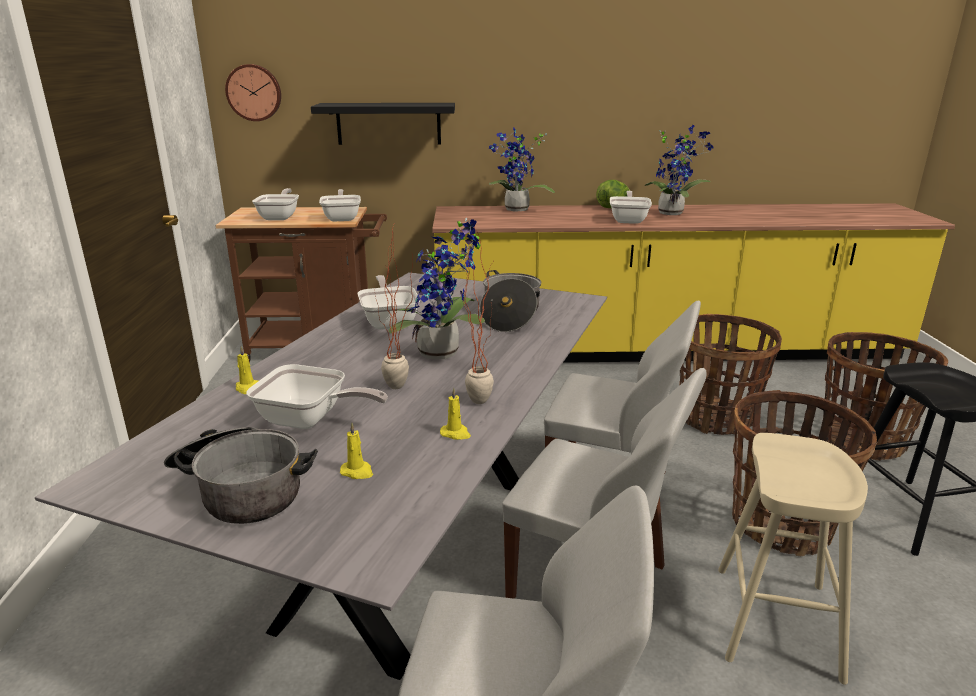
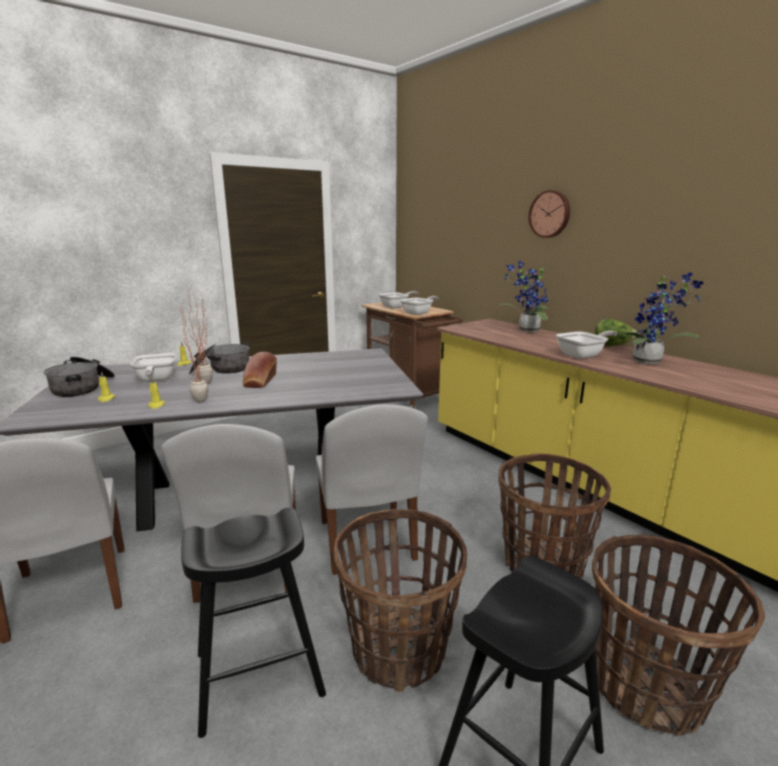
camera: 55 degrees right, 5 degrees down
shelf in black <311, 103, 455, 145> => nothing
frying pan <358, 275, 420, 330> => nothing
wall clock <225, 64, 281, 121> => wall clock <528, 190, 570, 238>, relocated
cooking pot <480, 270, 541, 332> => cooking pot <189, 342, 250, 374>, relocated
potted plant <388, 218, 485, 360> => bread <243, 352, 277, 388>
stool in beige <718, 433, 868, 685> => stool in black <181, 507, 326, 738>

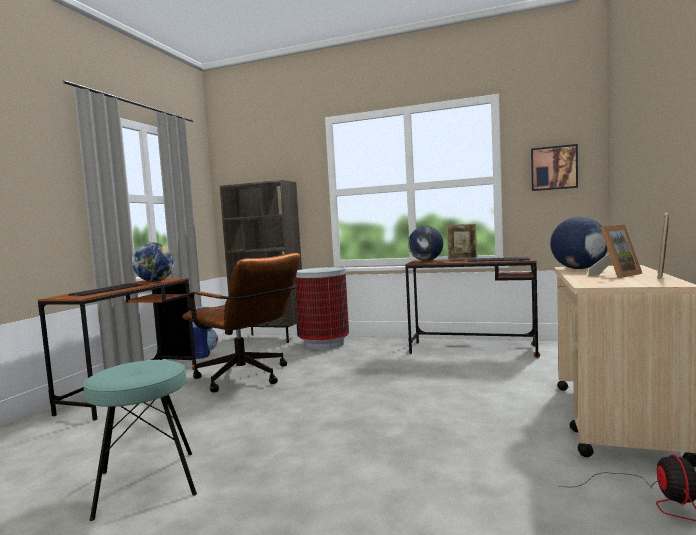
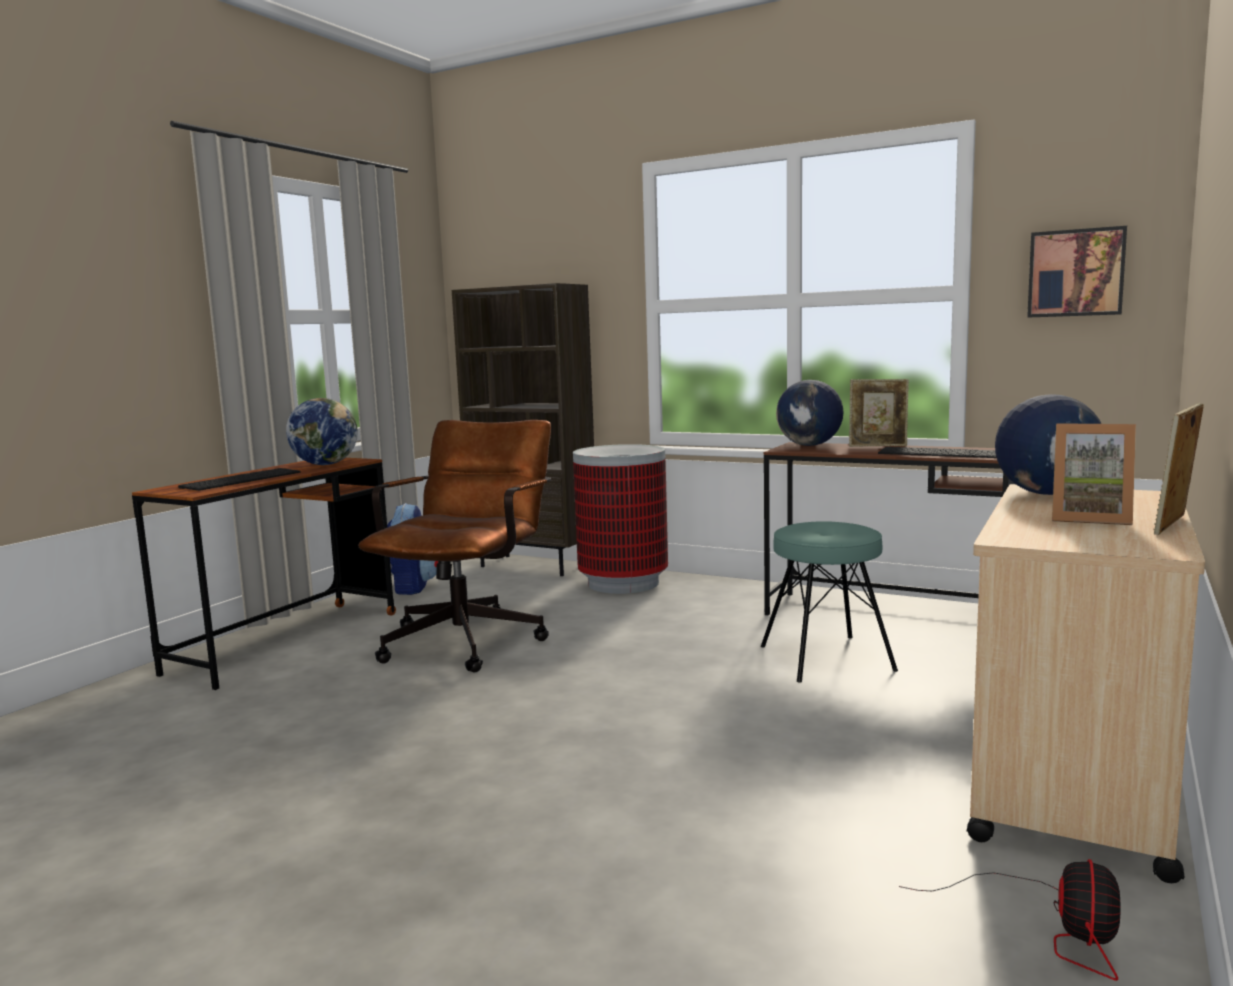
camera: 10 degrees right, 5 degrees up
stool in turquoise <83, 360, 197, 521> => stool in turquoise <761, 521, 898, 683>, relocated
office chair in brown <182, 253, 300, 393> => office chair in brown <358, 420, 551, 672>, 120 degrees counterclockwise
picture frame <588, 225, 643, 278> => picture frame <1052, 423, 1136, 525>, 45 degrees clockwise

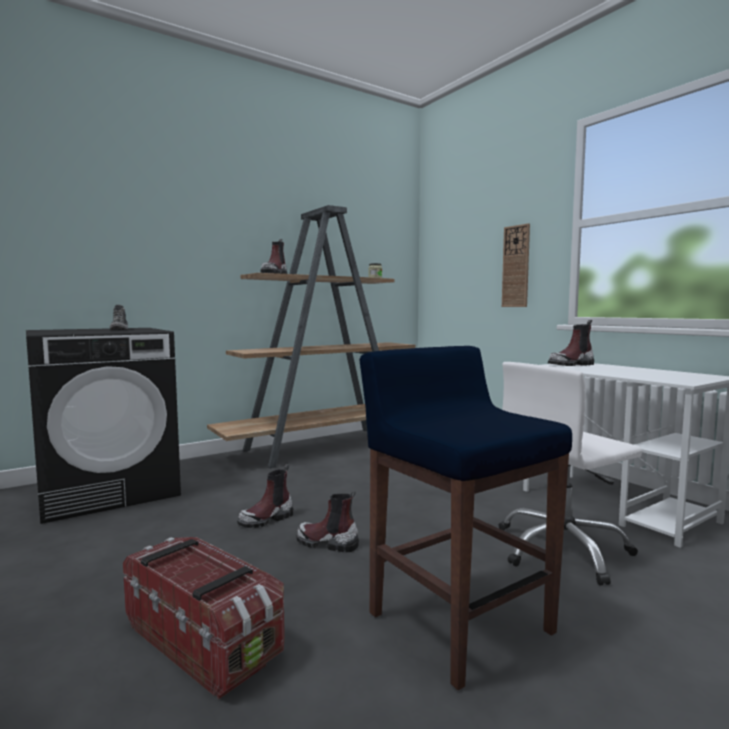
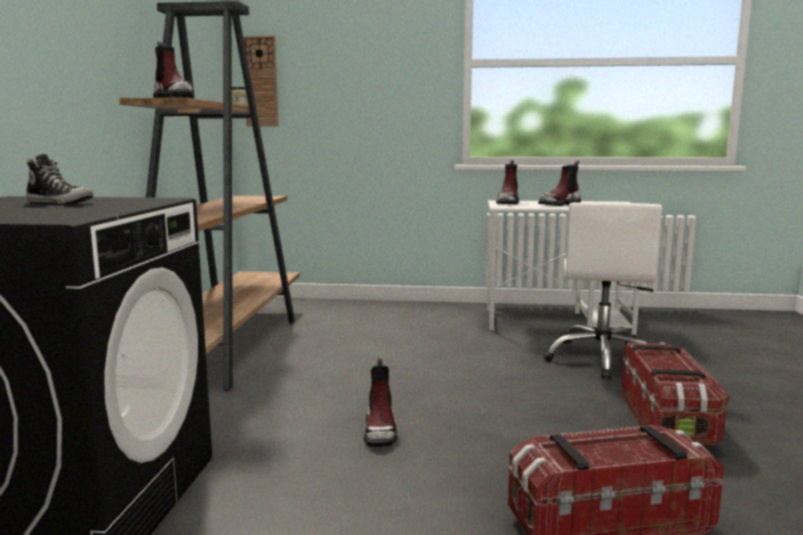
camera: 50 degrees left, 5 degrees up
boot <296, 491, 359, 552> => boot <538, 161, 581, 206>, relocated
wall clock <502, 223, 530, 307> => wall clock <243, 36, 278, 127>, relocated
stool in blue <360, 346, 572, 690> => storage box <621, 342, 730, 448>

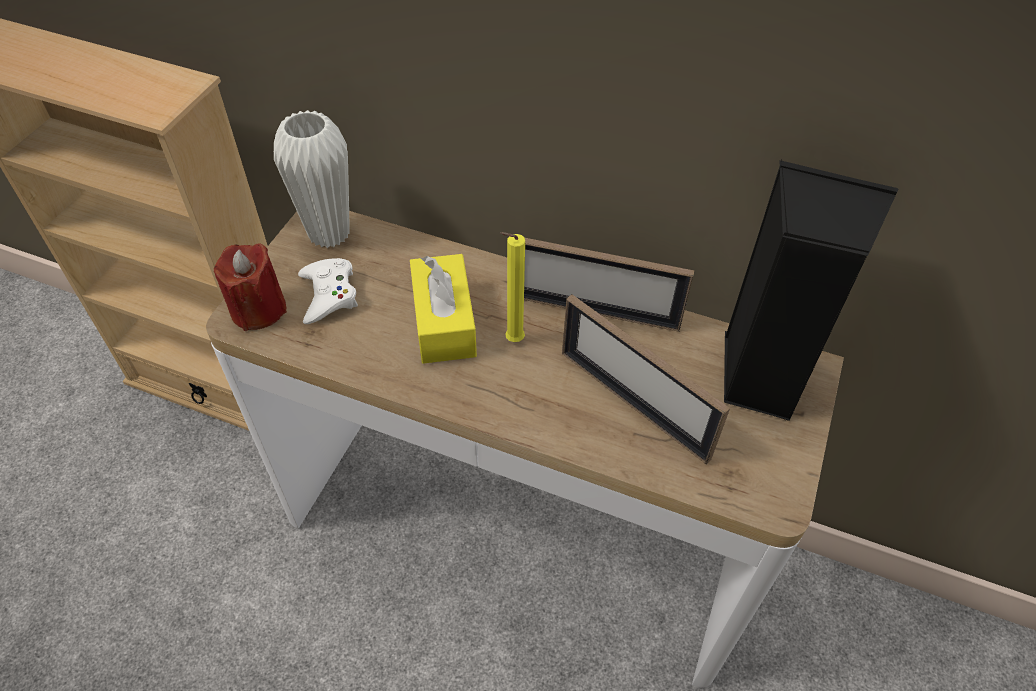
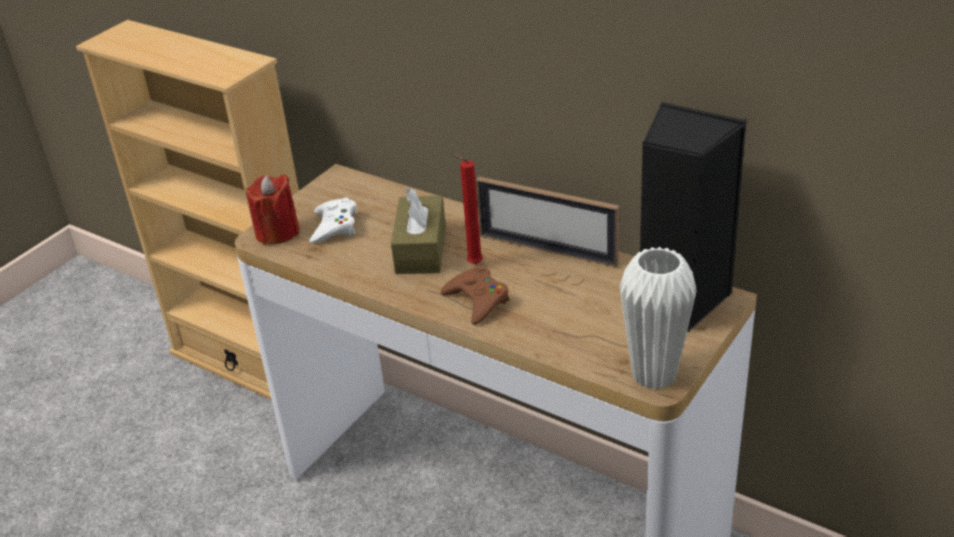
camera: 15 degrees right, 15 degrees down
picture frame <562, 294, 730, 464> => nothing
nothing => game controller in brown <440, 266, 509, 325>
vase in white <274, 110, 350, 248> => vase in white <620, 247, 697, 390>, relocated
tissue box in yellow <410, 254, 477, 364> => tissue box in brown <391, 188, 446, 274>
candle in yellow <500, 232, 525, 342> => candle in red <452, 154, 483, 264>

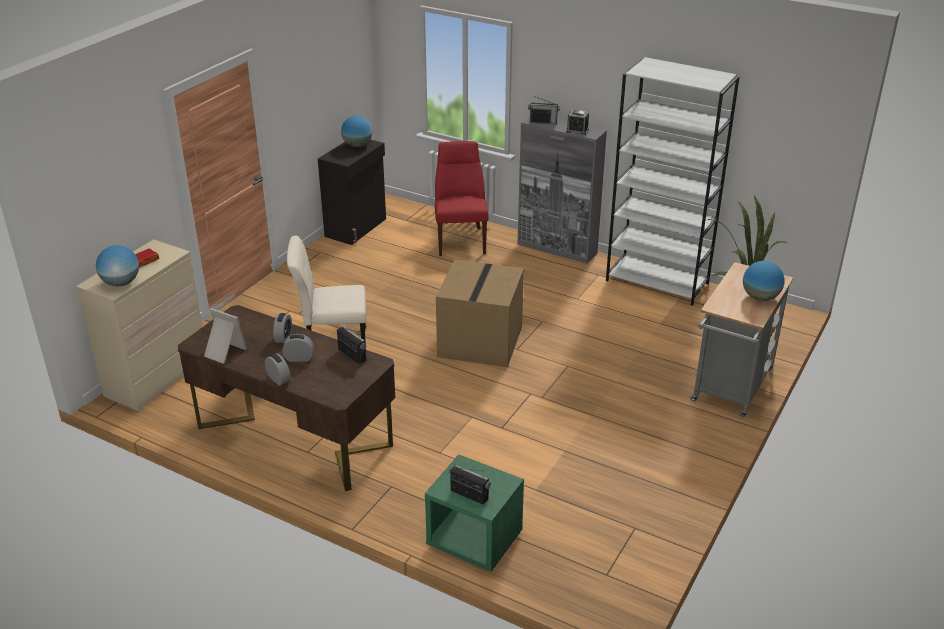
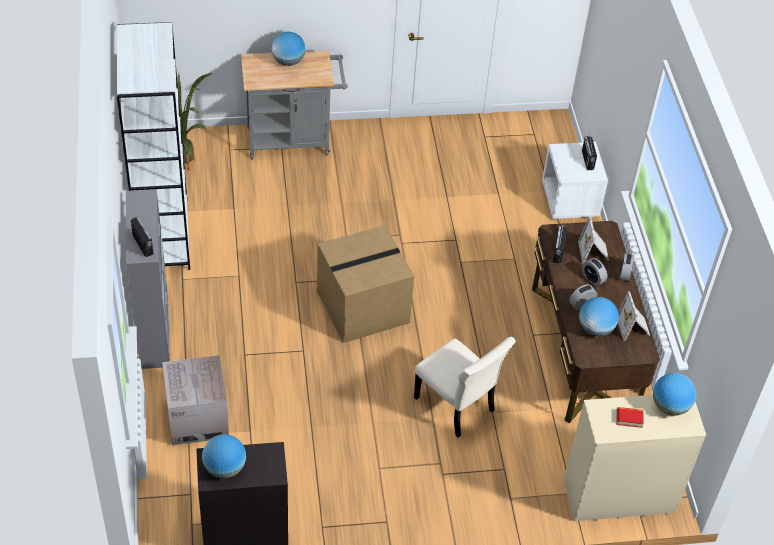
camera: 130 degrees left, 15 degrees up
alarm clock <566, 110, 589, 135> => nothing
nothing => picture frame <578, 216, 609, 264>
nothing => globe <579, 297, 619, 336>
chair in red <435, 141, 489, 256> => cardboard box <162, 355, 229, 446>
nightstand in green <425, 454, 524, 572> => nightstand in white <542, 142, 608, 219>

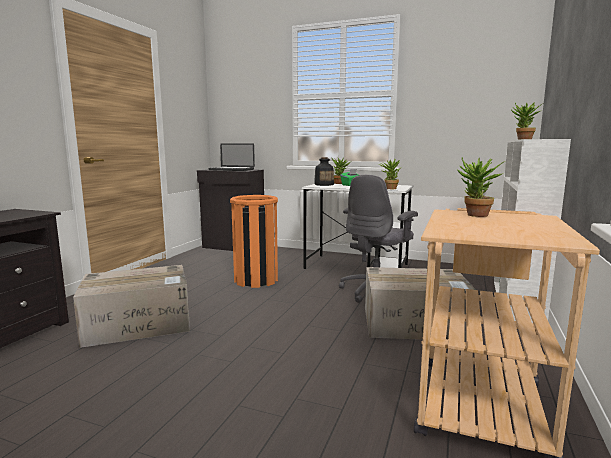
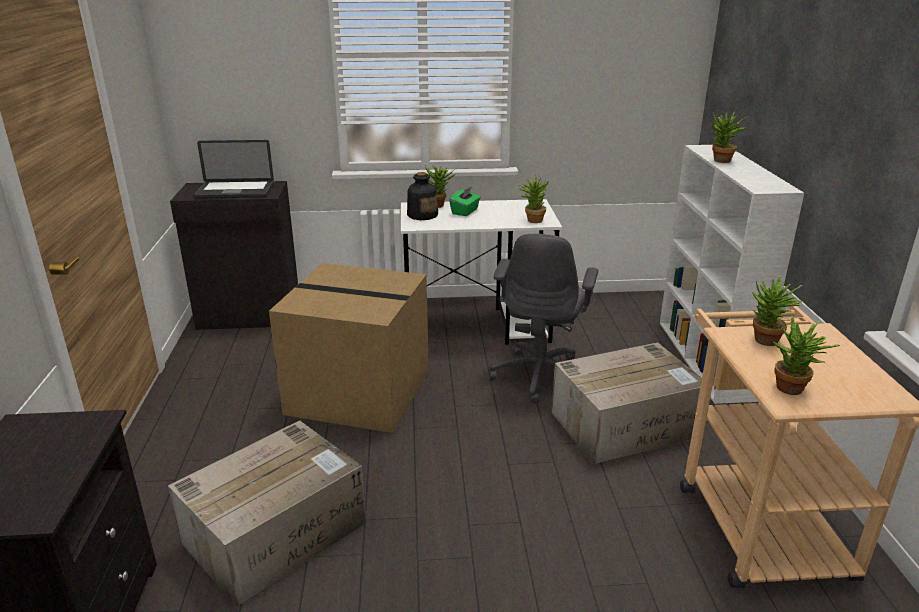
camera: 25 degrees left, 15 degrees up
nothing => potted plant <772, 316, 840, 395>
trash can in orange <230, 195, 278, 288> => cardboard box <269, 263, 429, 433>

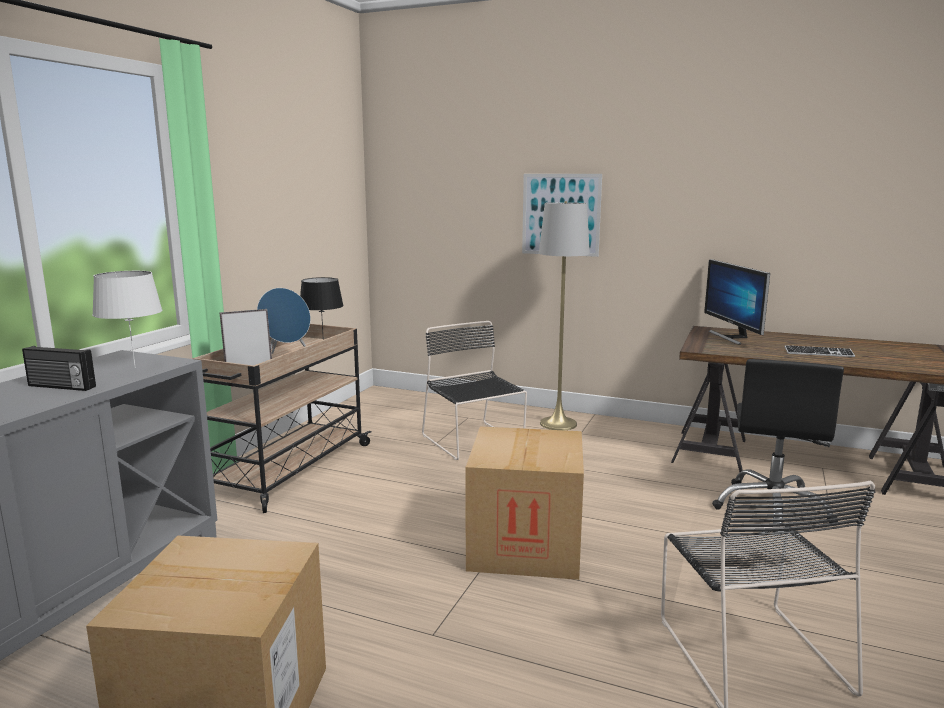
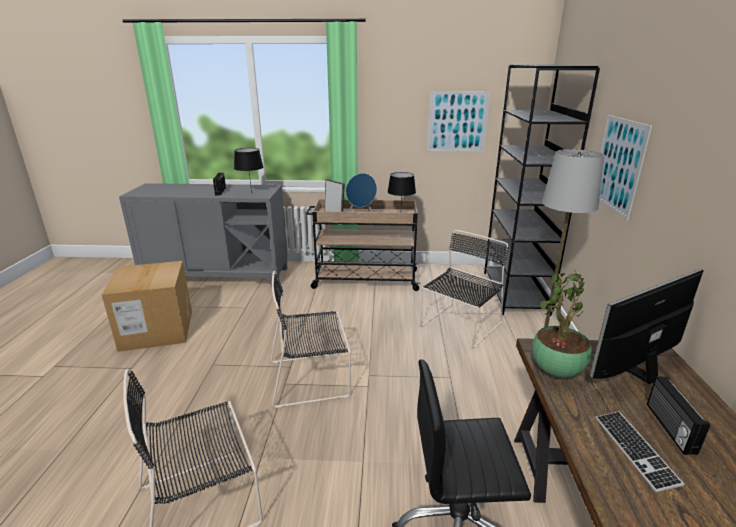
camera: 70 degrees right, 10 degrees up
nothing => picture <427, 91, 490, 152>
nothing => bookcase in black <484, 65, 600, 316>
nothing => potted plant <532, 270, 592, 378>
nothing => radio <647, 376, 710, 455>
cardboard box <465, 427, 584, 580> => chair in black <270, 271, 351, 408>
table lamp in white <92, 271, 163, 368> => table lamp in black <234, 148, 263, 193>

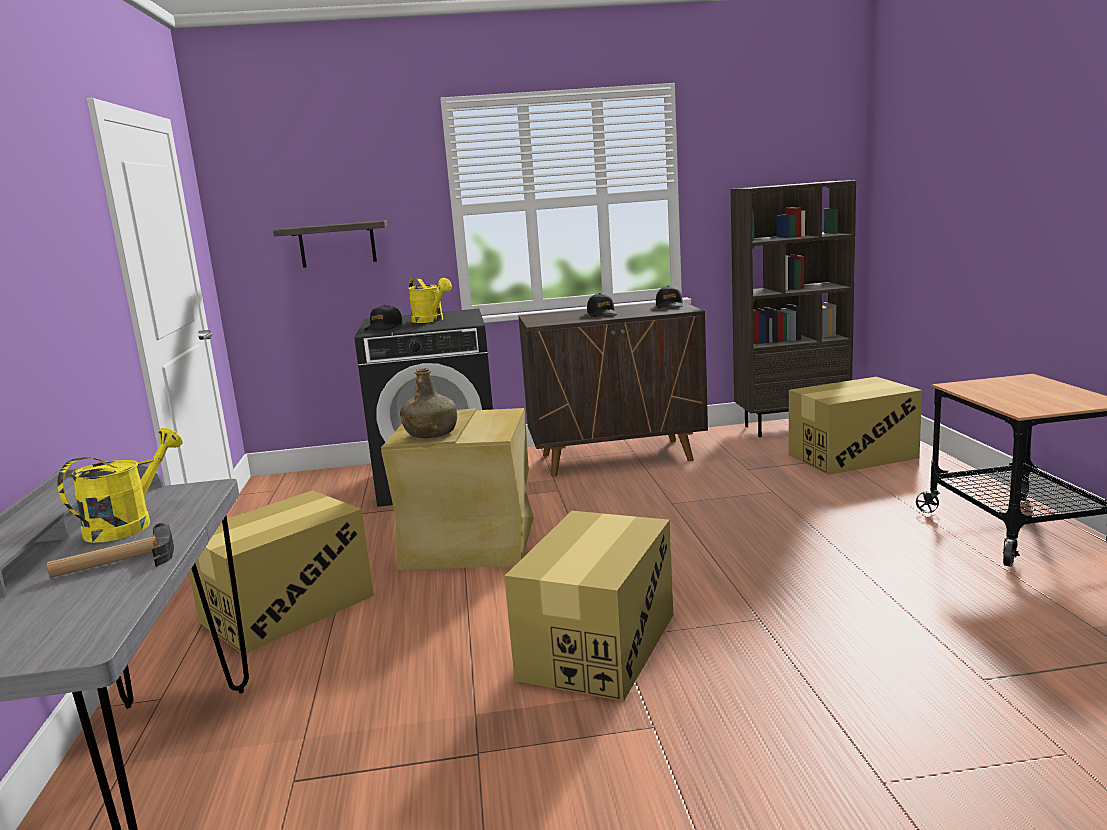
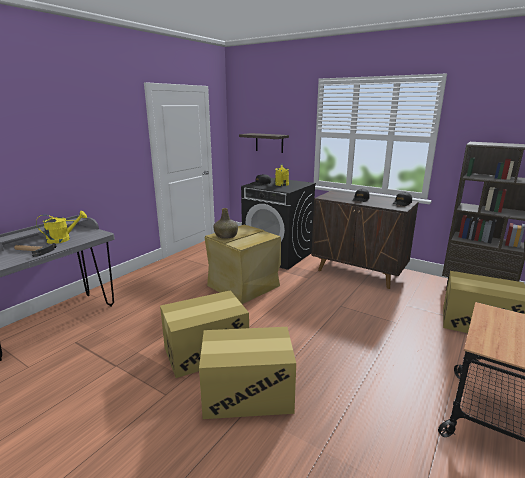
camera: 40 degrees right, 5 degrees up
cardboard box <189, 490, 374, 653> => cardboard box <199, 327, 296, 419>, relocated

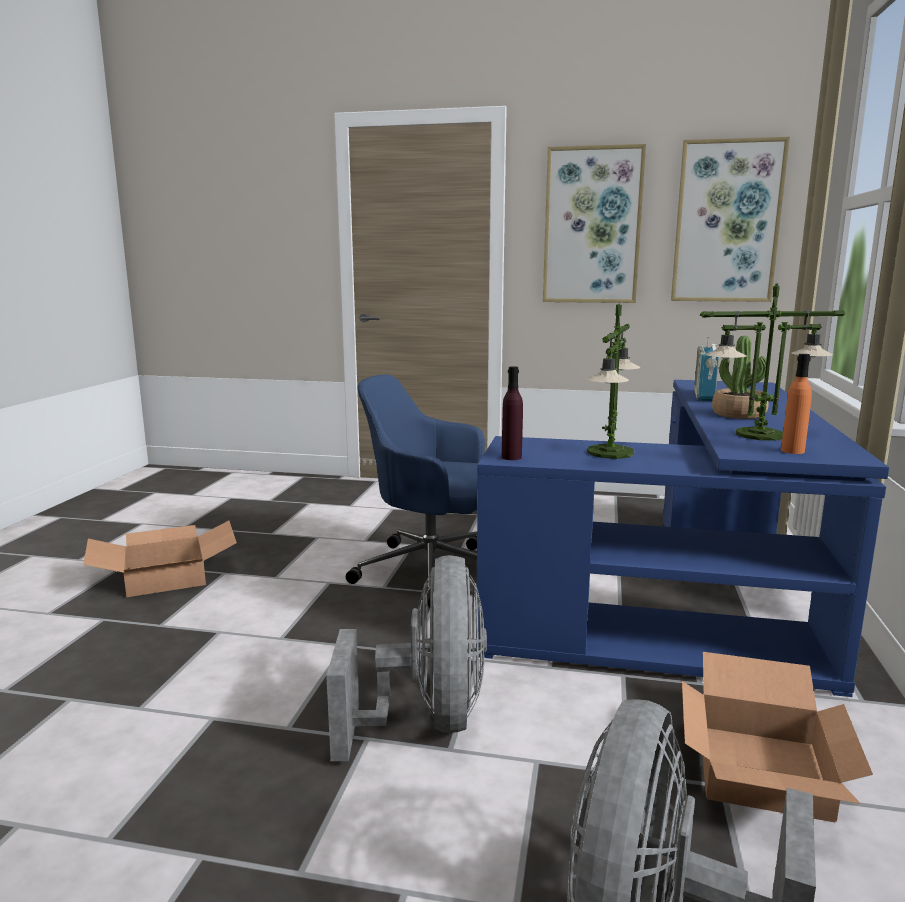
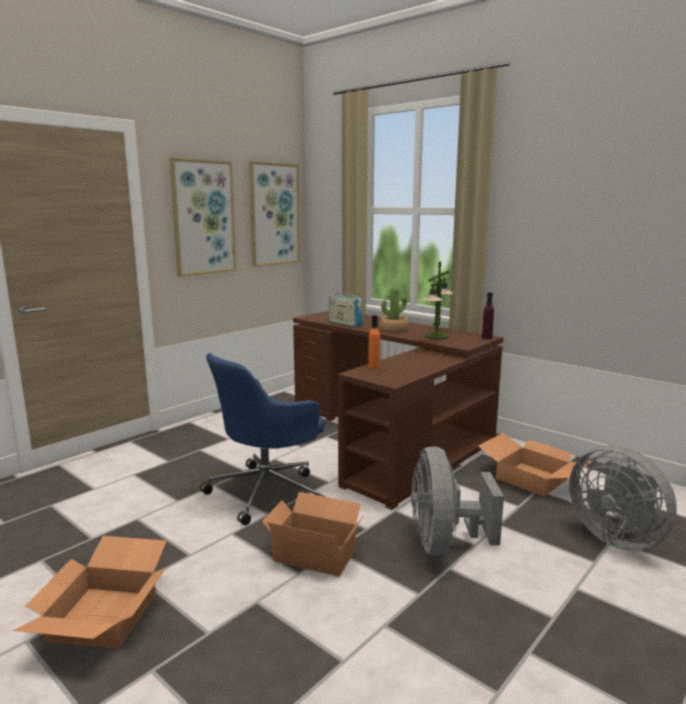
camera: 60 degrees left, 0 degrees up
table lamp <587, 302, 641, 459> => nothing
nothing => cardboard box <262, 492, 363, 577>
bottle in purple <502, 366, 523, 460> => bottle in purple <482, 292, 494, 339>, relocated
bottle in orange <781, 354, 812, 454> => bottle in orange <368, 315, 380, 368>, relocated
desk in blue <477, 380, 889, 697> => desk in brown <293, 311, 503, 510>
fan in grey <326, 555, 487, 761> => fan in grey <411, 446, 504, 555>, 120 degrees counterclockwise

